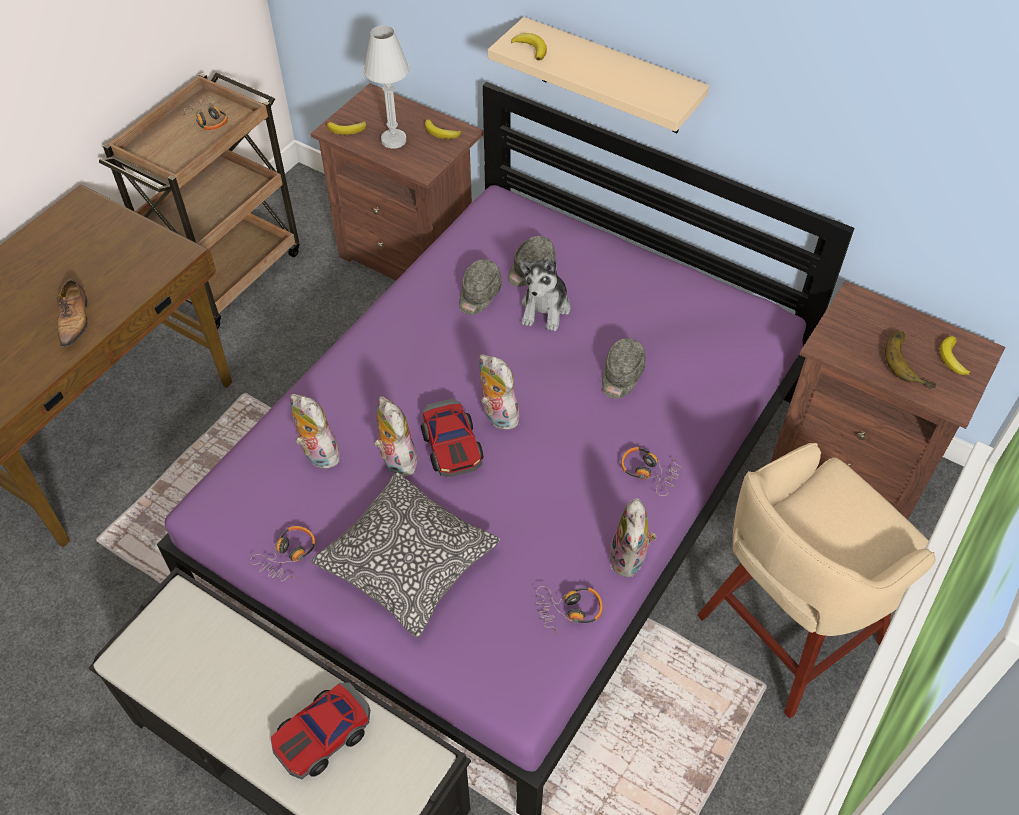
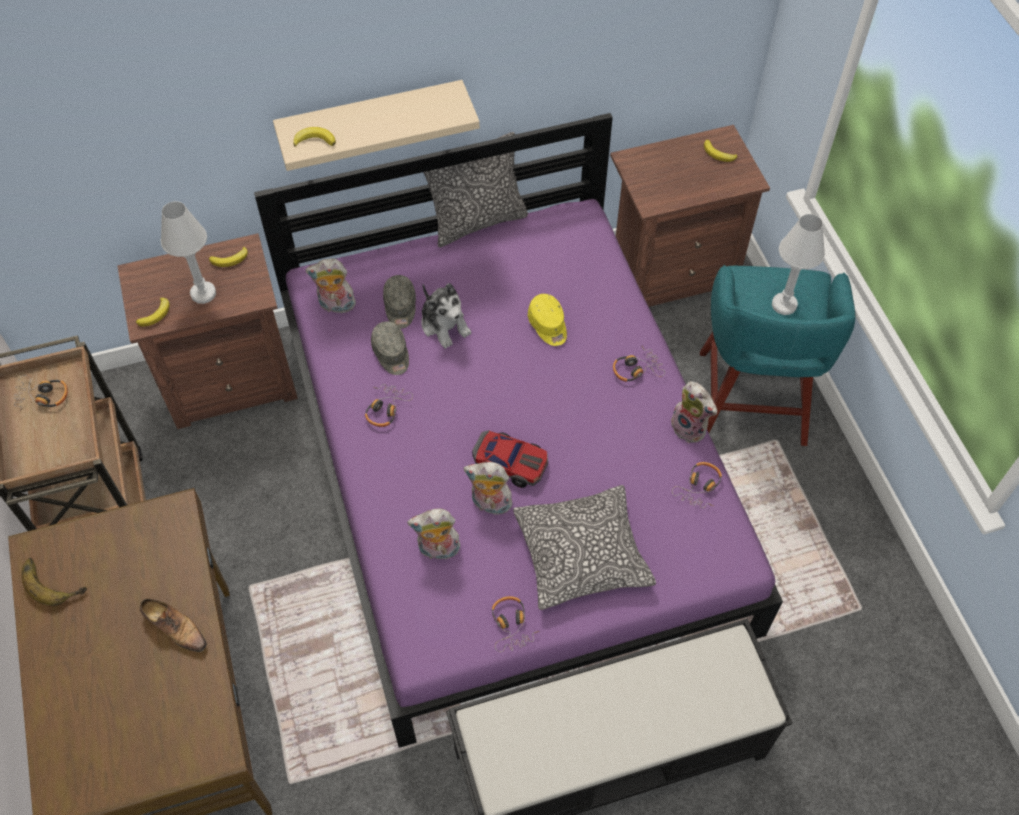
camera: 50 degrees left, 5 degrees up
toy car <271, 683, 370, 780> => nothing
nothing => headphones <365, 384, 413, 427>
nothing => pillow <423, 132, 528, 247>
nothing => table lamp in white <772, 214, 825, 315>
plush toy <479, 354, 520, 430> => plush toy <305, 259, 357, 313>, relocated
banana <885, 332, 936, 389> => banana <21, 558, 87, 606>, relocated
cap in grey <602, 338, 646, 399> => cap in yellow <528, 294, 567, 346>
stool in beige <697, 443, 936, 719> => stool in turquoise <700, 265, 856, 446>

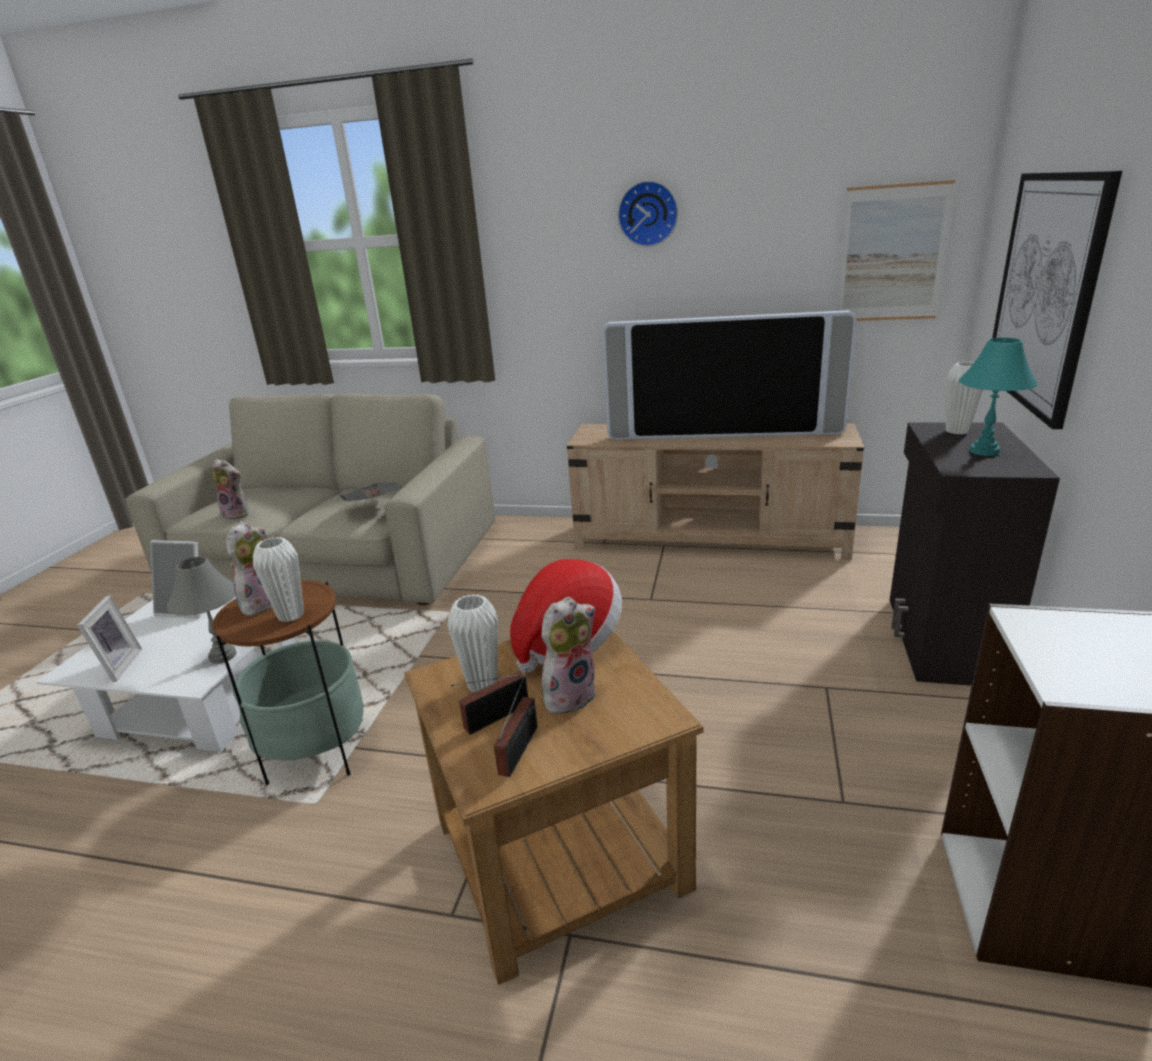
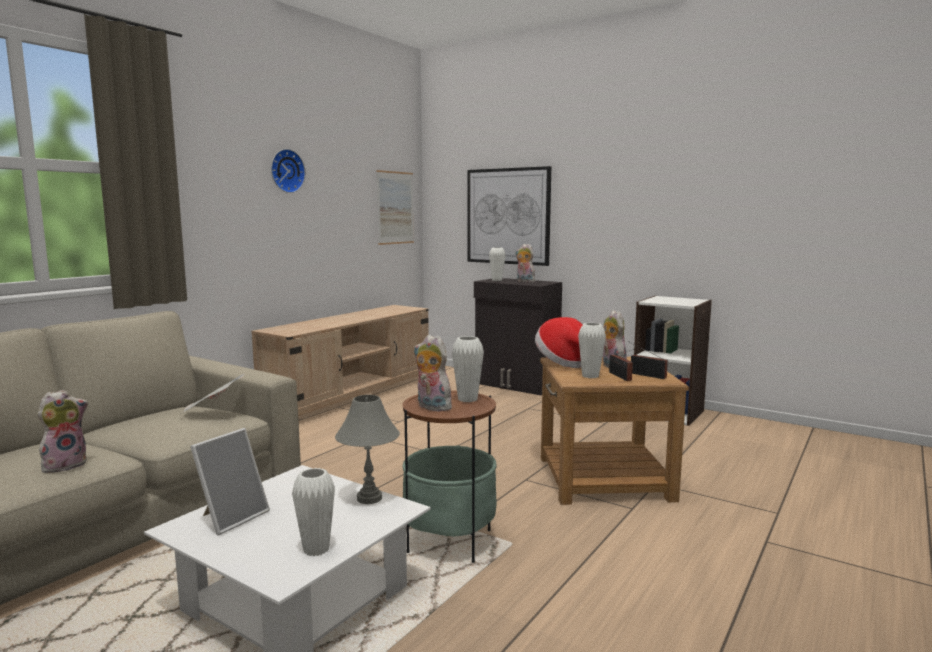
camera: 70 degrees left, 15 degrees down
television <602, 310, 857, 440> => nothing
picture frame <77, 595, 142, 682> => vase in white <292, 468, 335, 556>
table lamp in turquoise <959, 338, 1038, 456> => plush toy <515, 244, 535, 282>

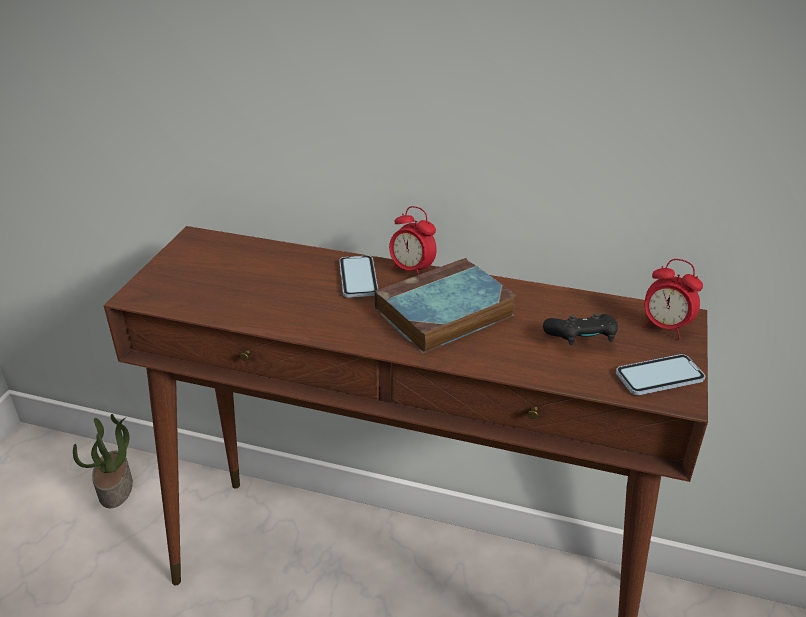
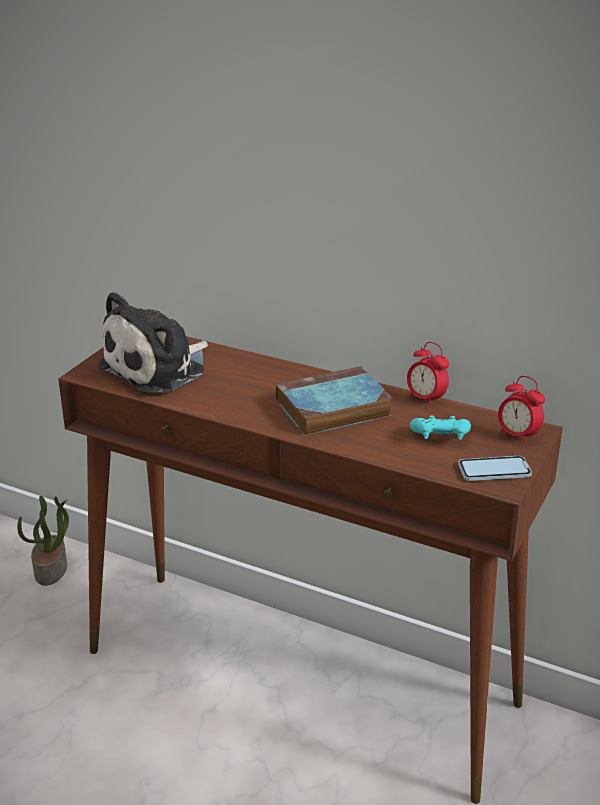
camera: 10 degrees right, 5 degrees down
phone <339, 255, 378, 298> => nothing
nothing => plush toy <98, 291, 208, 393>
alarm clock <389, 206, 437, 275> => alarm clock <407, 342, 449, 408>, relocated
game controller in black <543, 313, 618, 345> => game controller in turquoise <410, 415, 471, 440>

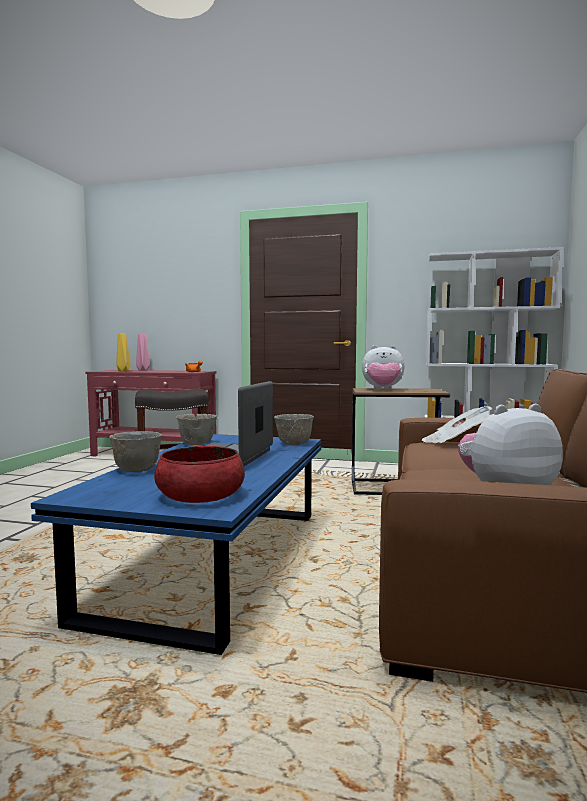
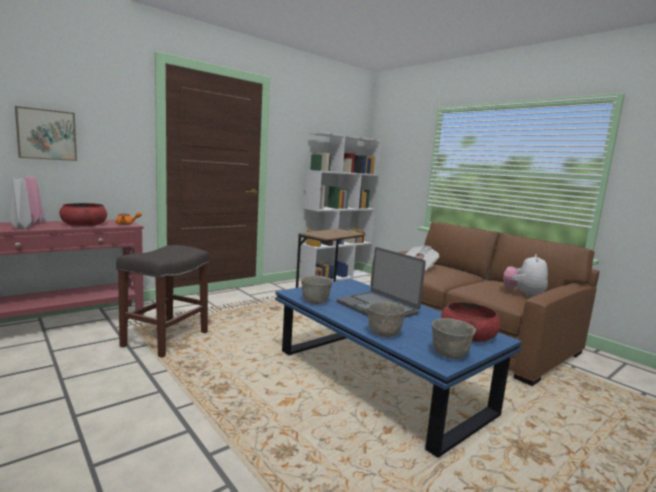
camera: 55 degrees left, 5 degrees up
plush toy <362, 345, 404, 390> => nothing
nothing => picture <15, 106, 77, 161>
nothing => bowl in red <59, 203, 107, 226>
bowl in grey <274, 414, 314, 445> => bowl in grey <432, 318, 476, 359>, relocated
vase in yellow <116, 333, 131, 372> => vase in grey <9, 178, 32, 229>

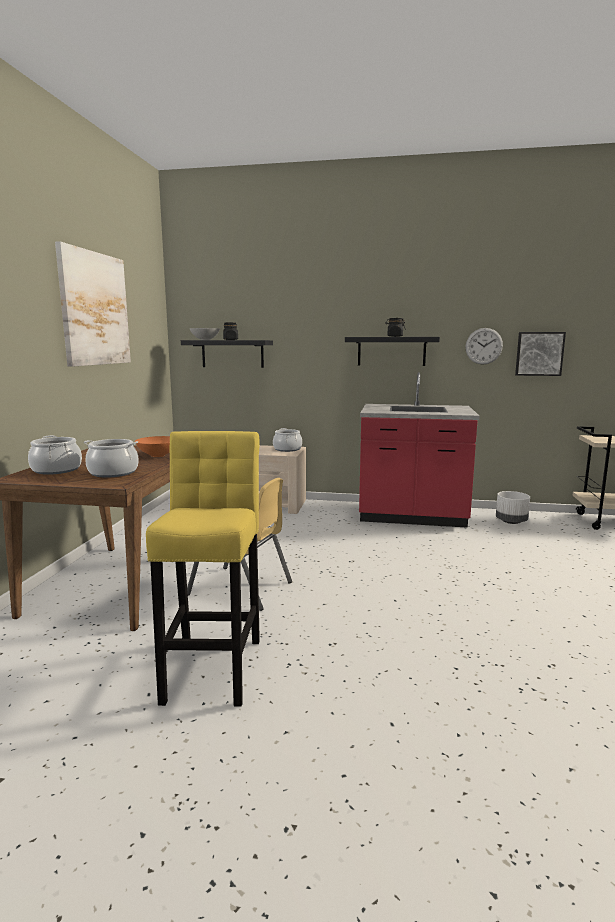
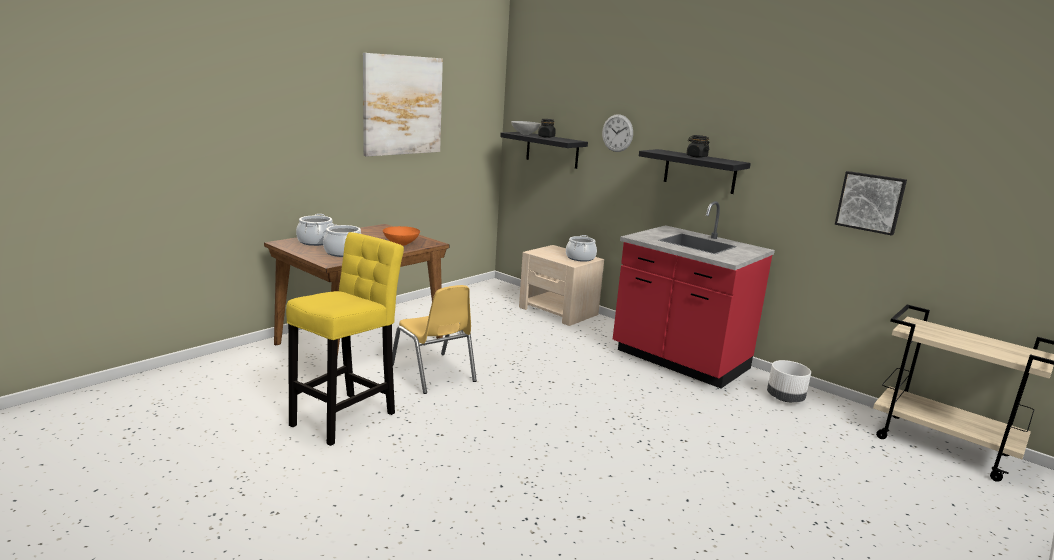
camera: 30 degrees right, 5 degrees up
wall clock <465, 328, 503, 365> => wall clock <602, 114, 633, 152>, relocated

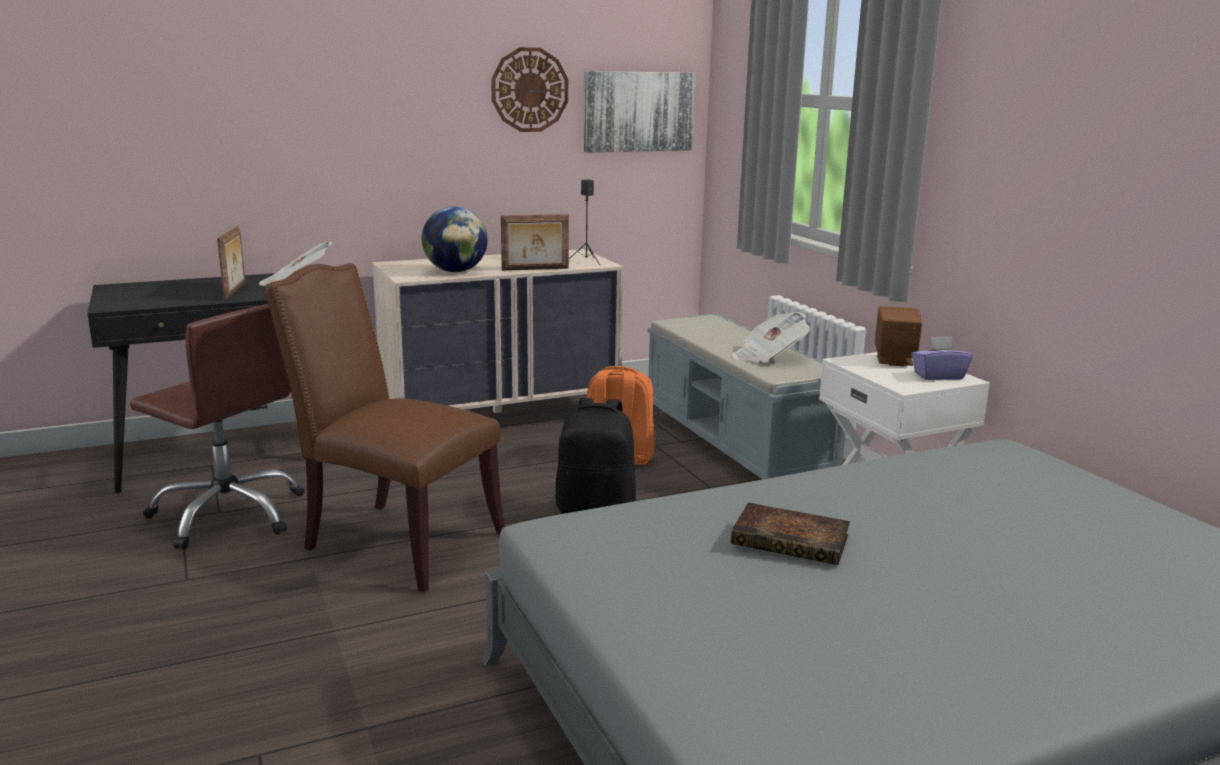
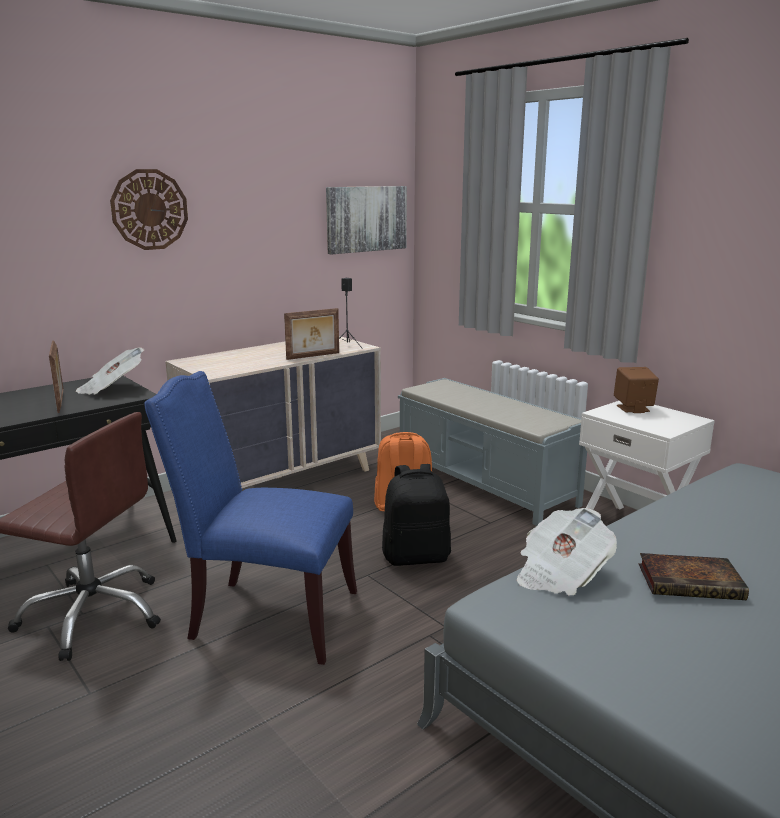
camera: 15 degrees left, 0 degrees up
globe <422, 206, 488, 272> => nothing
tissue box in purple <911, 336, 973, 380> => nothing
wall clock <491, 47, 568, 132> => wall clock <110, 169, 188, 250>, relocated
newspaper <732, 312, 810, 363> => newspaper <517, 508, 617, 595>, relocated
chair in brown <265, 263, 505, 593> => chair in blue <145, 371, 357, 665>

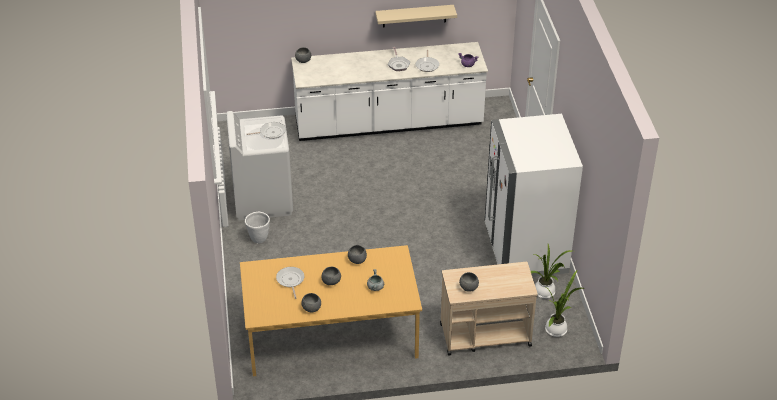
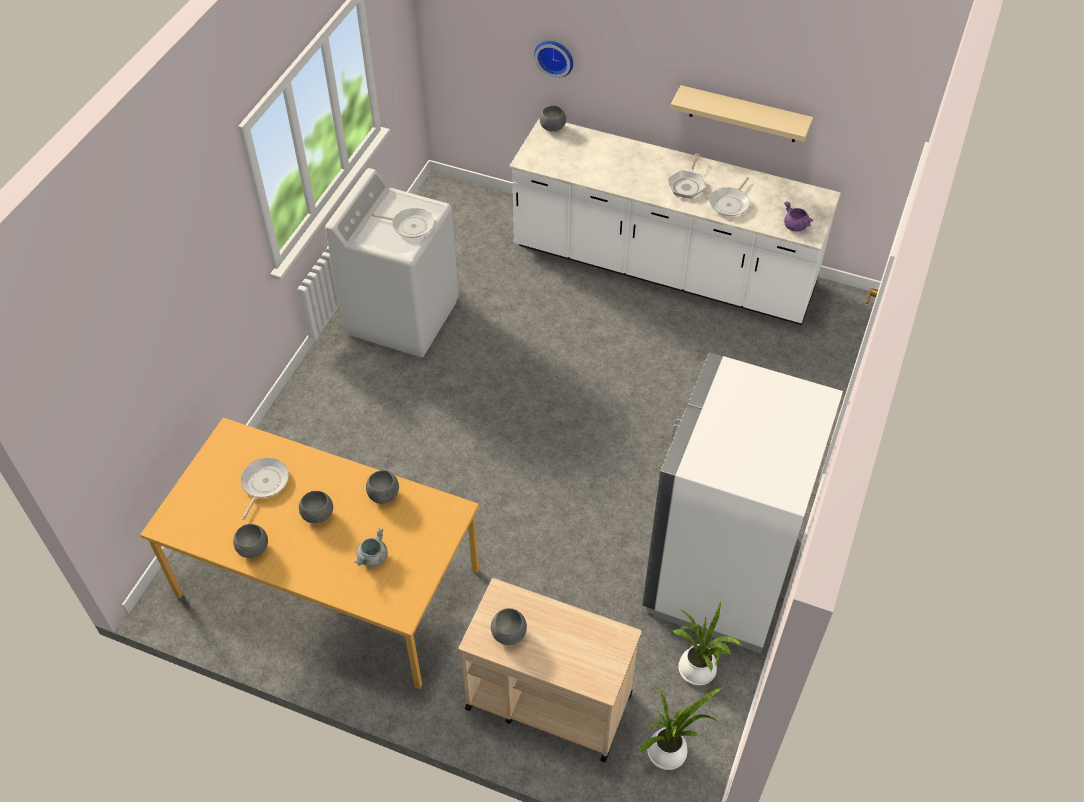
camera: 30 degrees right, 10 degrees up
planter in white <245, 212, 270, 243> => nothing
nothing => wall clock <534, 41, 573, 78>

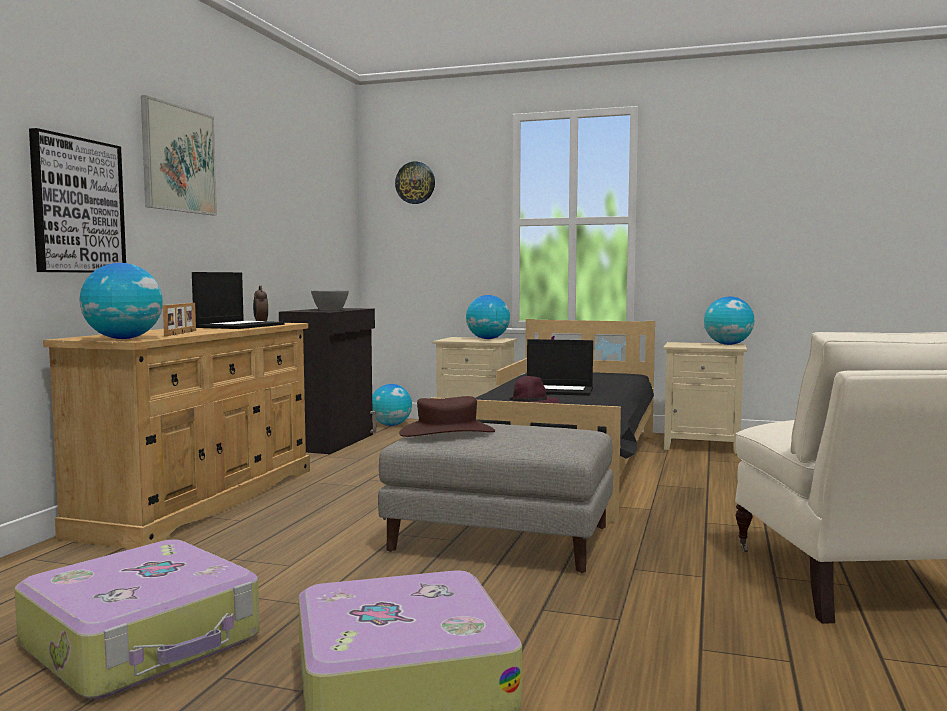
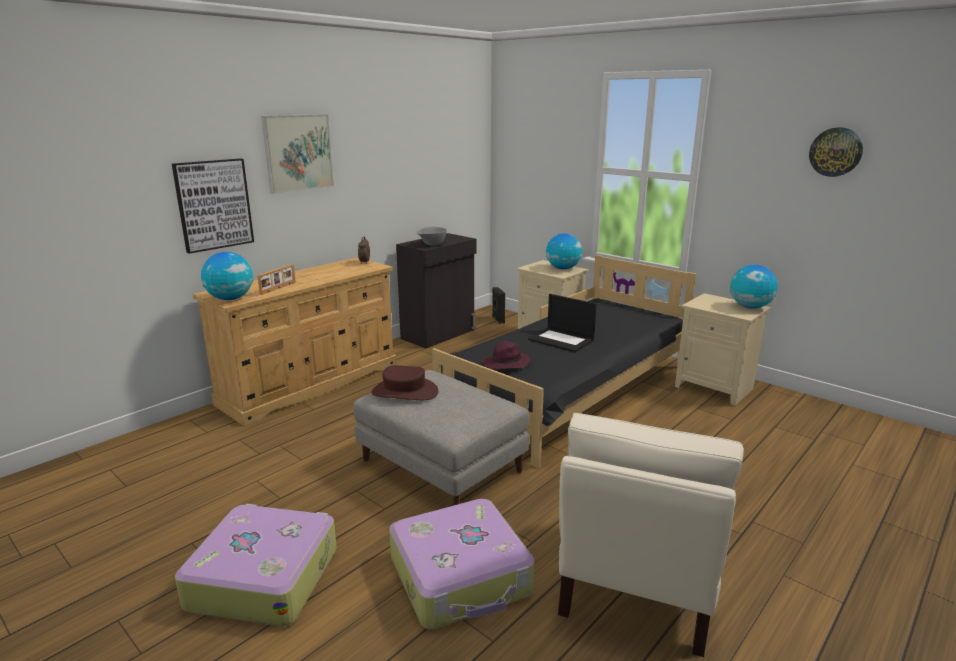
camera: 25 degrees right, 15 degrees up
laptop <192, 272, 284, 329> => nothing
suitcase <14, 539, 260, 699> => suitcase <389, 499, 535, 629>, relocated
wall clock <395, 162, 435, 204> => wall clock <809, 127, 863, 177>, relocated
globe <372, 384, 412, 426> => speaker in black <492, 287, 505, 324>

